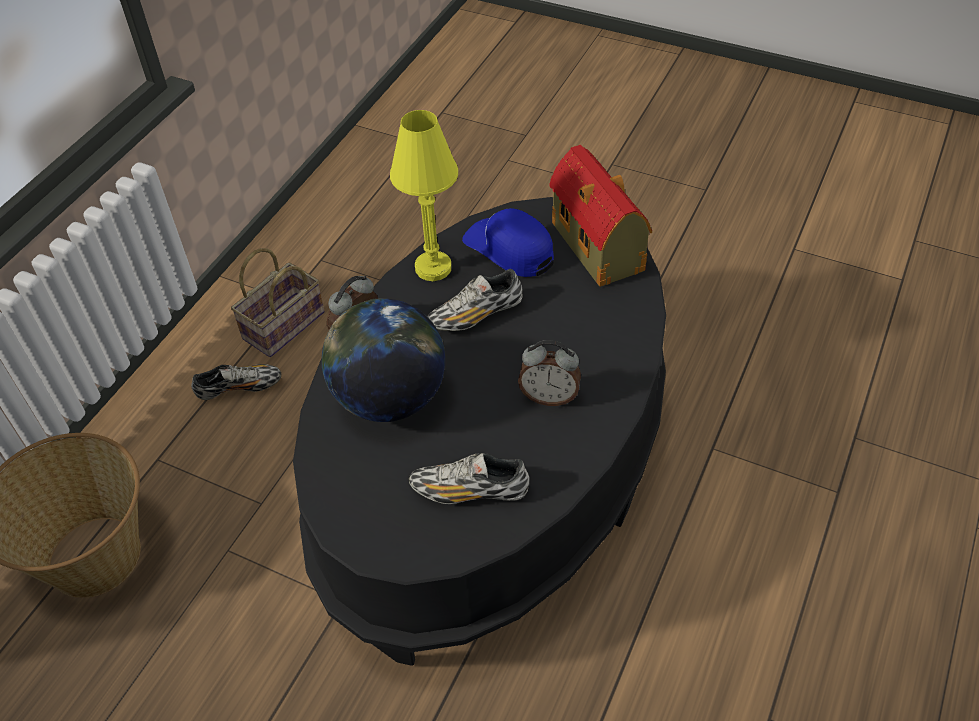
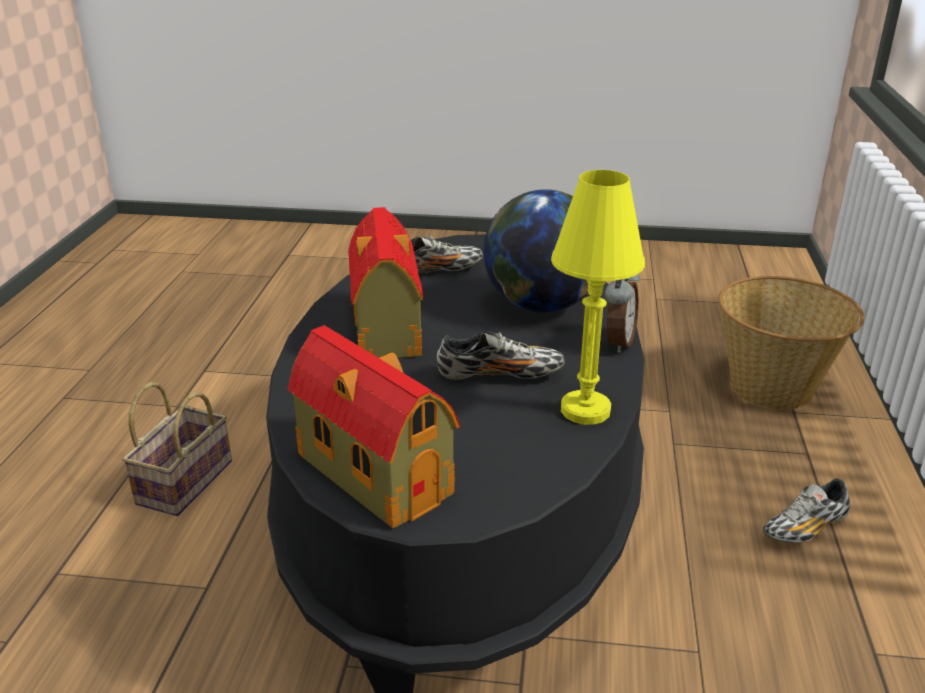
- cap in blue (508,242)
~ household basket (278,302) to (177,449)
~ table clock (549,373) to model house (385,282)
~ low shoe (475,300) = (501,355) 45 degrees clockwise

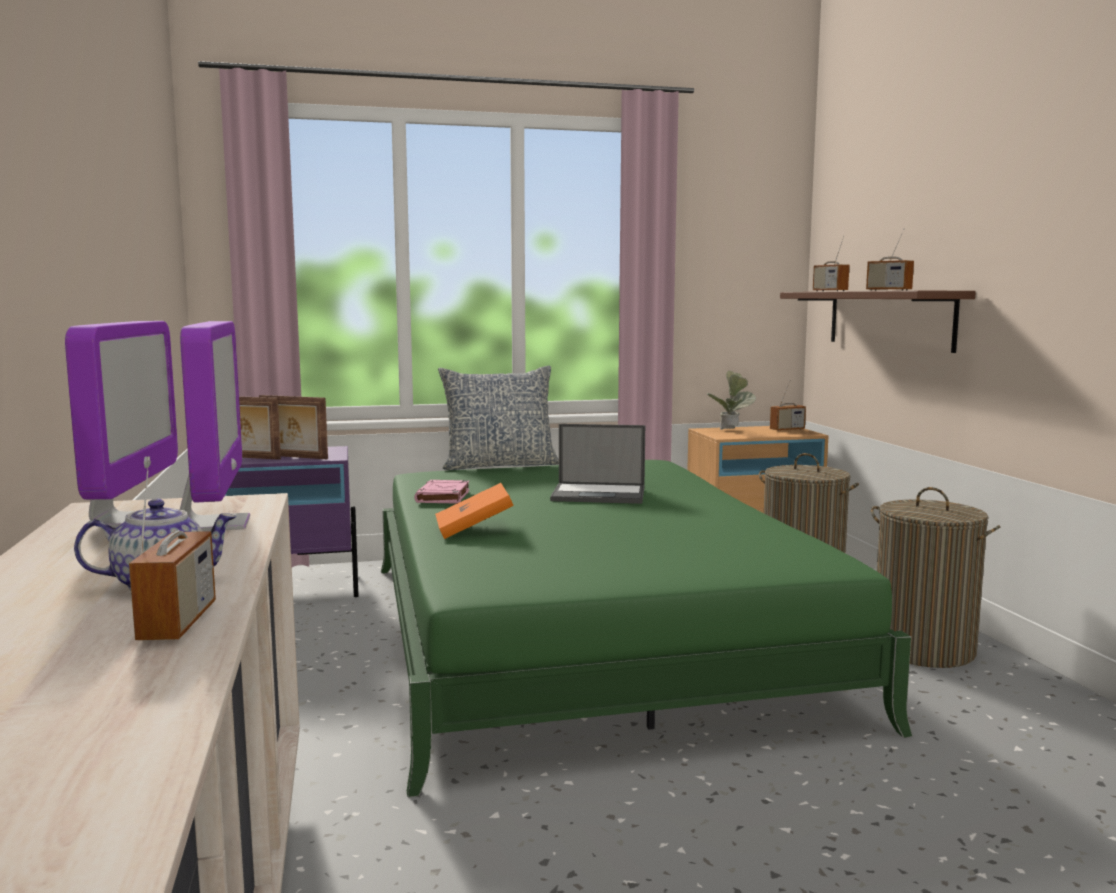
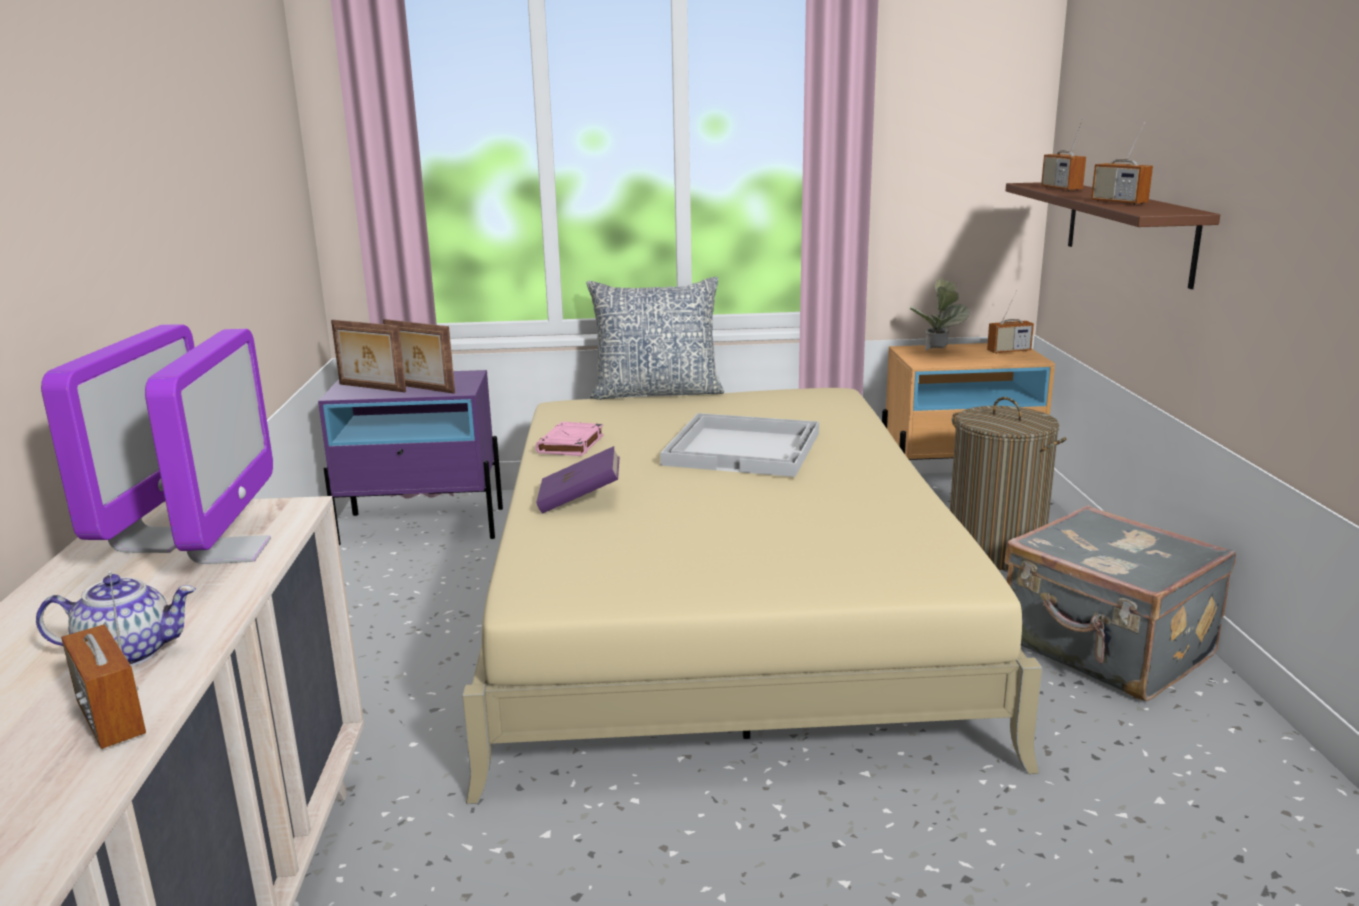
~ portable computer (597,464) to tray in whitish (739,445)
~ washing basket (935,577) to piece of luggage in grey (1120,603)
~ sleeping bed in green-coloured (647,628) to sleeping bed in sand-coloured (752,596)
~ volume in orangey (474,511) to volume in purplish (578,480)
~ radio receiver (172,548) = (103,660) 135 degrees clockwise

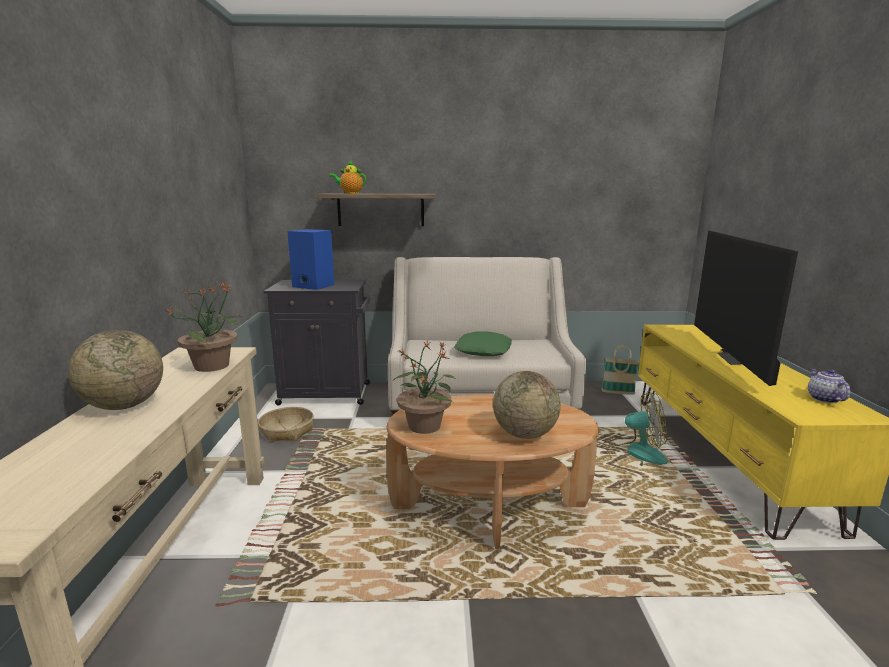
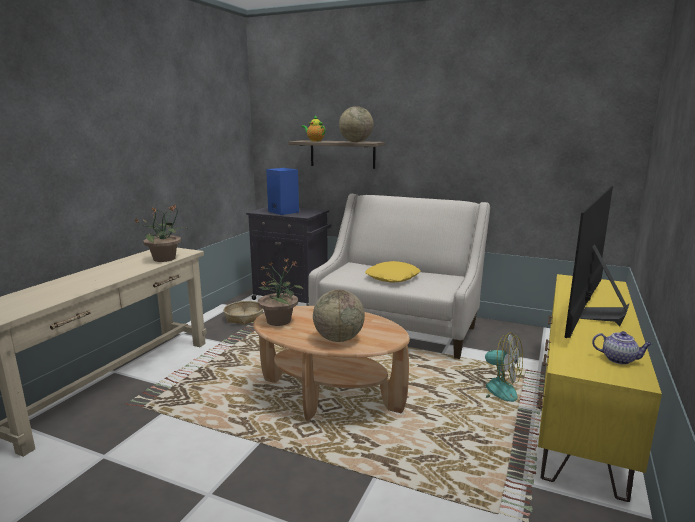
- household basket (620,370)
~ globe (115,370) to (356,124)
~ pillow in green-coloured (483,343) to pillow in yellowish (393,272)
~ teapot (829,386) = (622,348) 90 degrees clockwise

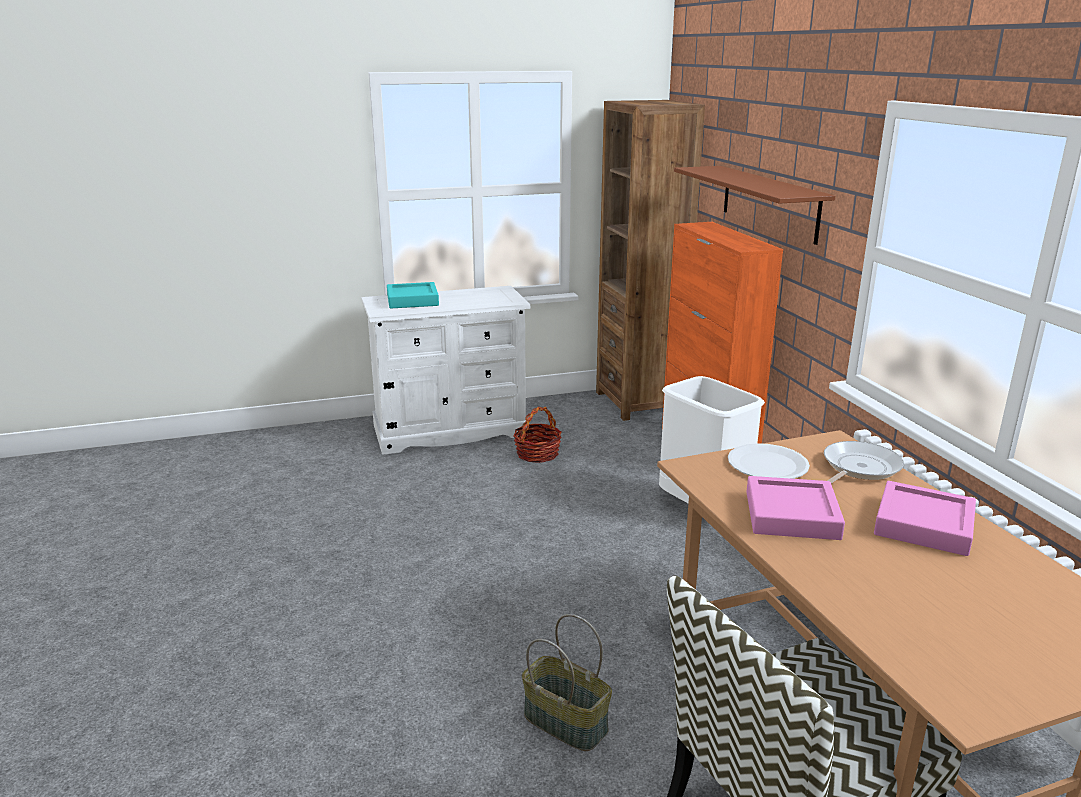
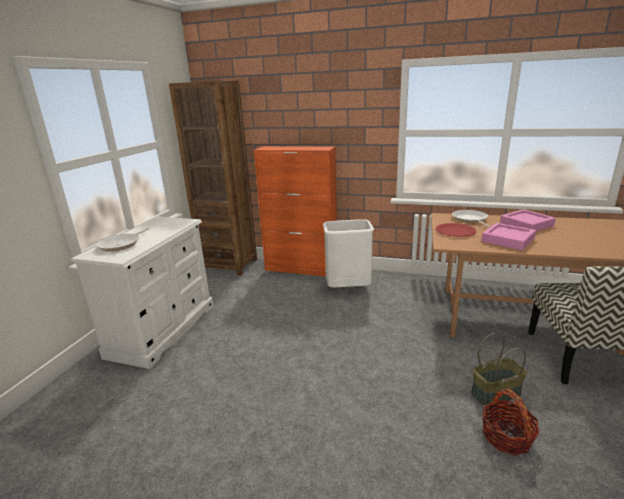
- shelf in brownish (754,205)
~ household basket (537,435) to (510,422)
~ tray in turquoise (413,295) to pan (122,240)
~ dinner plate in whitish (769,461) to dinner plate in red-coloured (456,230)

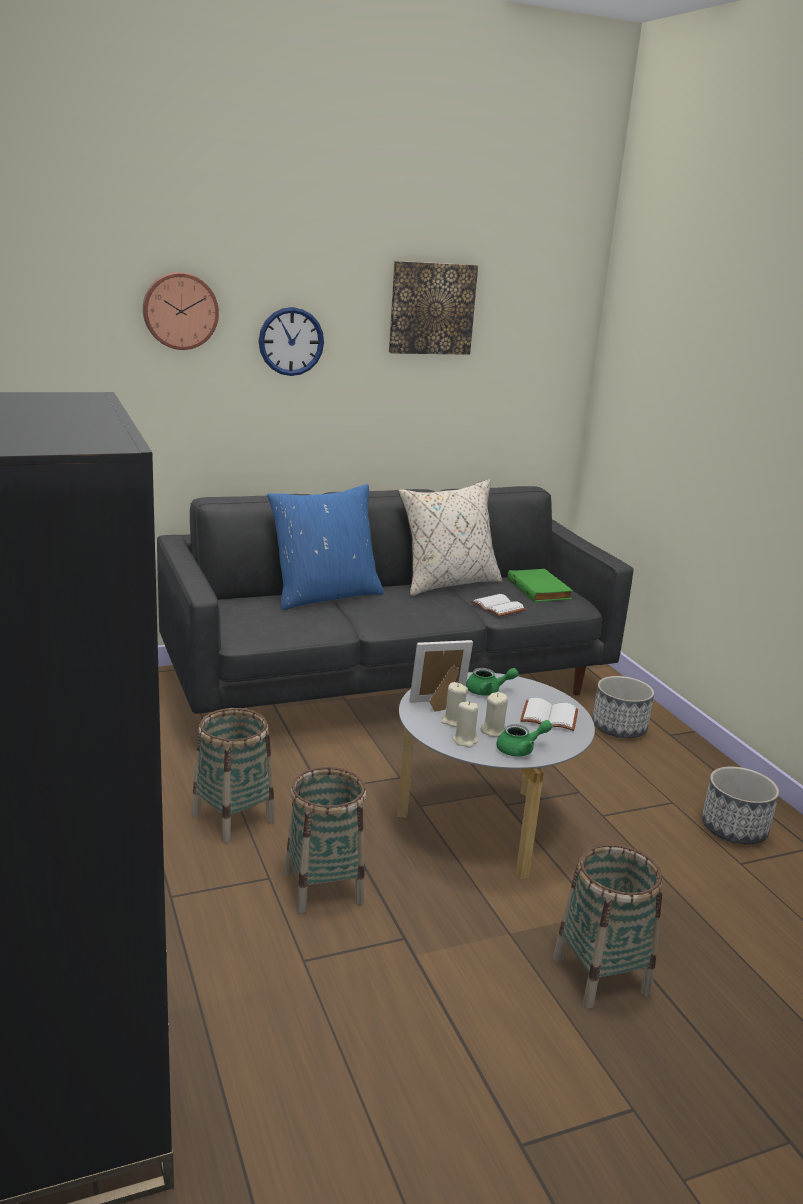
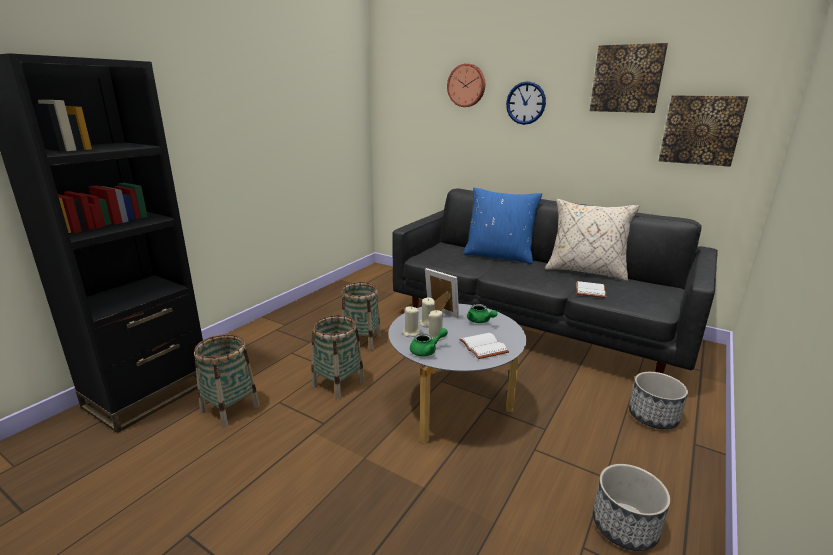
- volume in green-coloured (540,585)
+ wall picture (704,131)
~ household basket (608,926) to (227,381)
~ teapot in green-coloured (525,738) = (429,342) 60 degrees counterclockwise

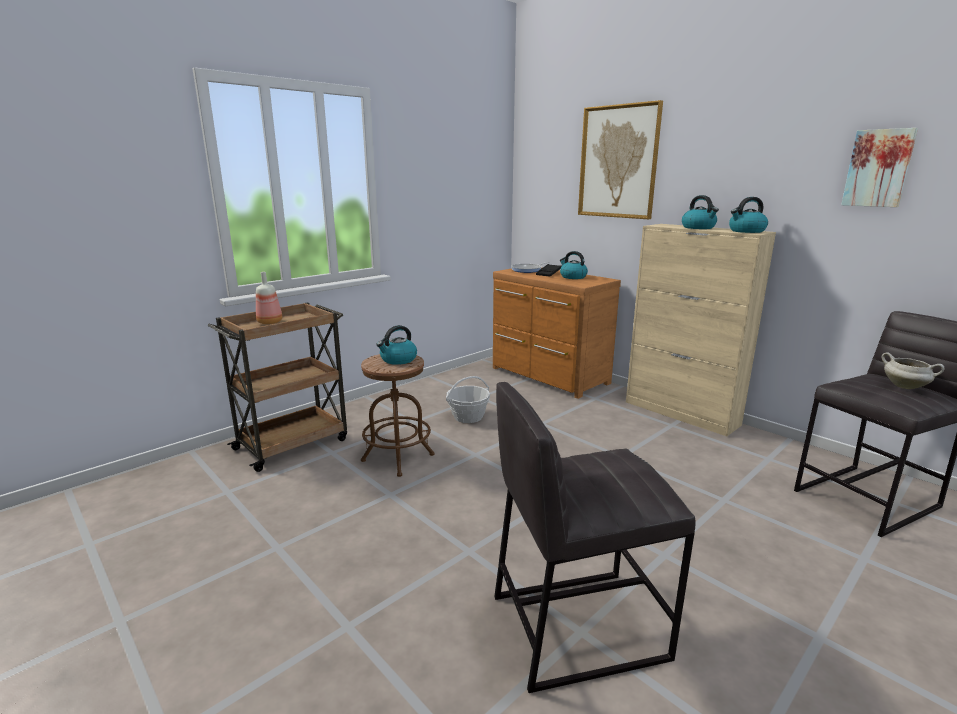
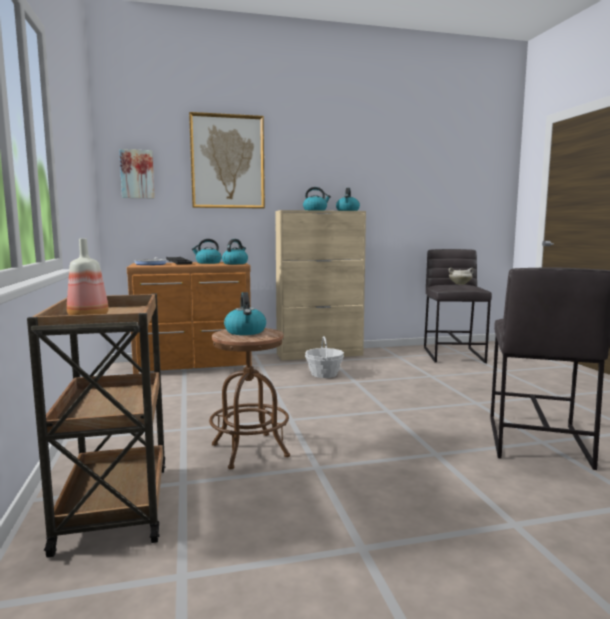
+ kettle (235,251)
~ household basket (468,399) to (324,357)
~ wall picture (879,167) to (137,173)

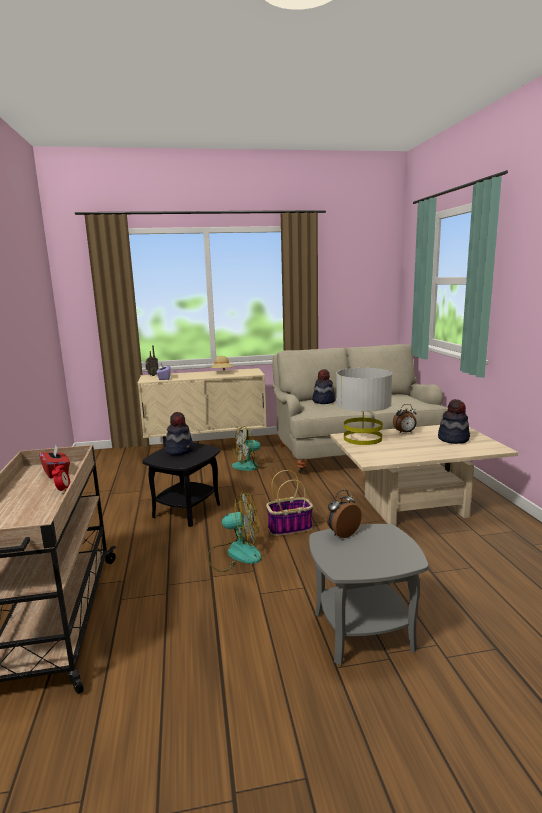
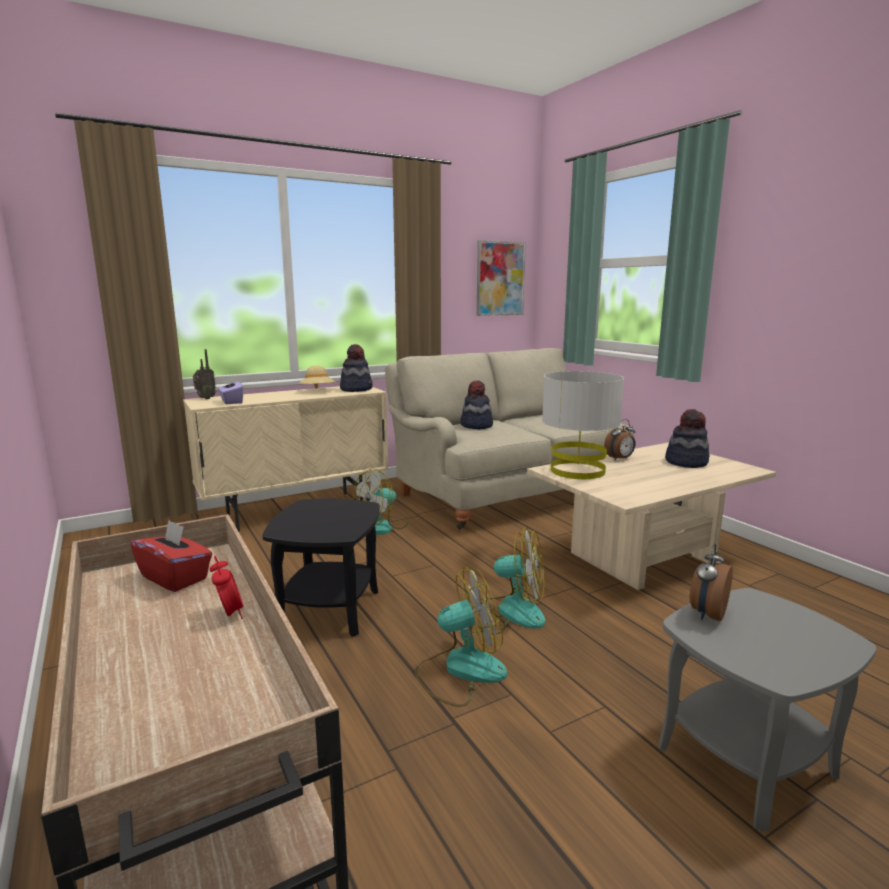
+ wall picture (501,278)
~ clothing hat (179,433) to (356,368)
~ household basket (289,503) to fan (509,581)

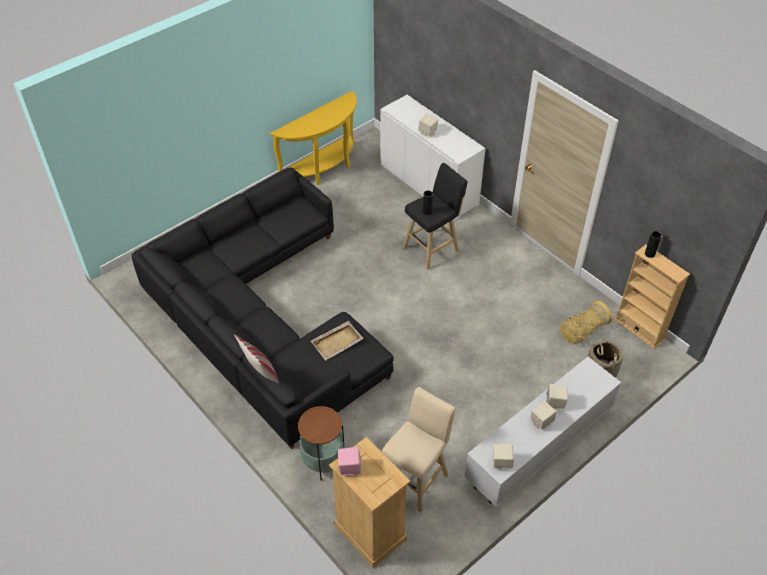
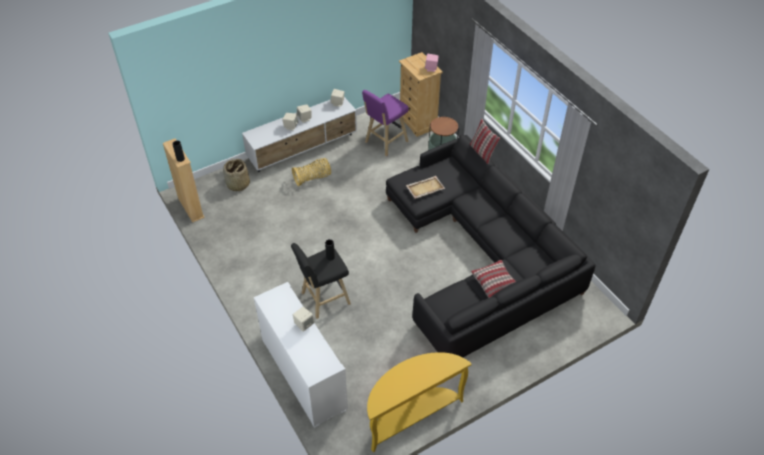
+ pillow (493,279)
~ household basket (586,322) to (311,172)
~ stool in sand-coloured (418,449) to stool in purplish (385,123)

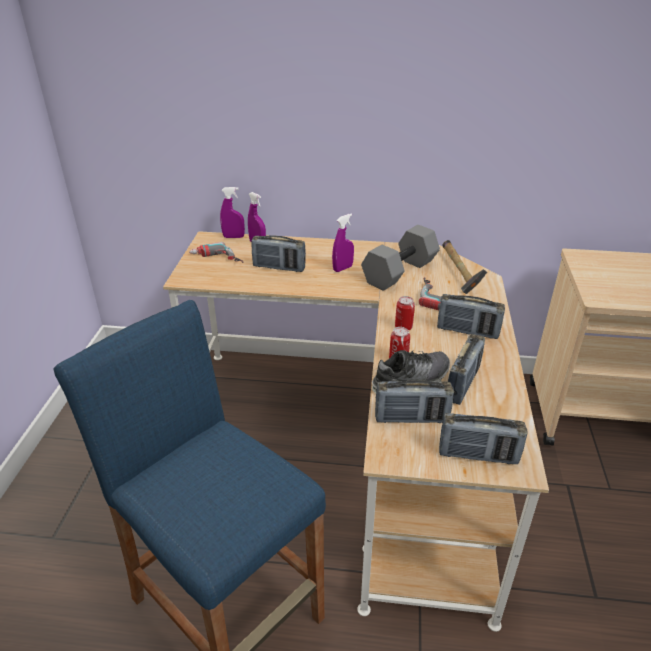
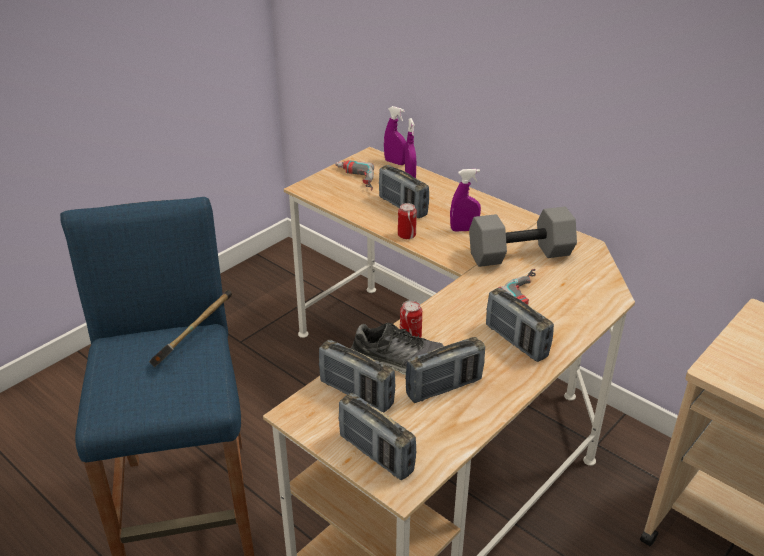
~ sealed can (405,313) to (407,221)
~ hand hammer (464,267) to (190,328)

